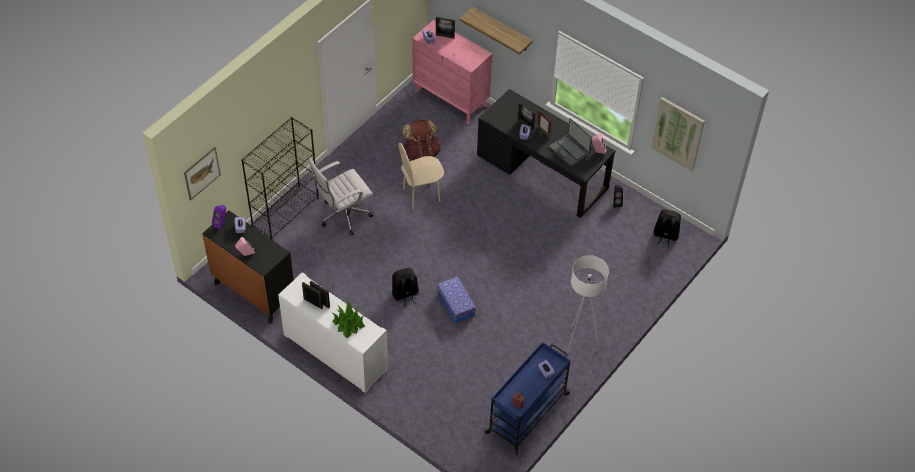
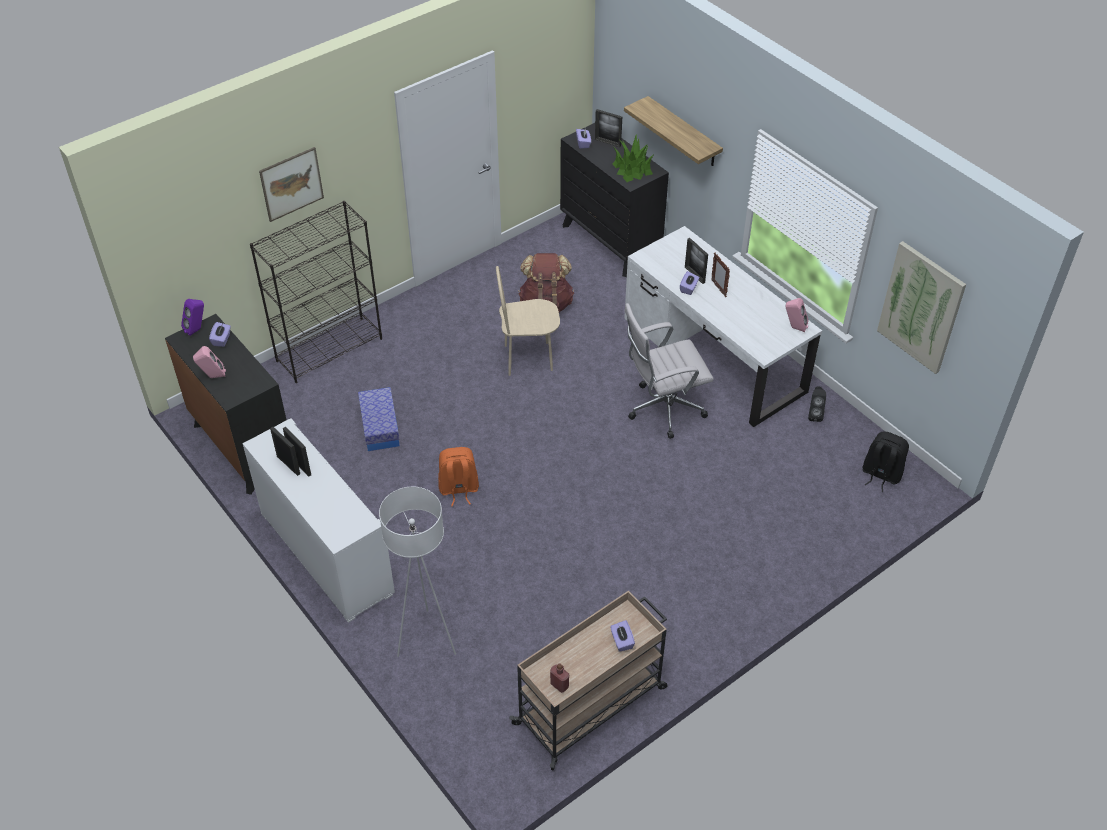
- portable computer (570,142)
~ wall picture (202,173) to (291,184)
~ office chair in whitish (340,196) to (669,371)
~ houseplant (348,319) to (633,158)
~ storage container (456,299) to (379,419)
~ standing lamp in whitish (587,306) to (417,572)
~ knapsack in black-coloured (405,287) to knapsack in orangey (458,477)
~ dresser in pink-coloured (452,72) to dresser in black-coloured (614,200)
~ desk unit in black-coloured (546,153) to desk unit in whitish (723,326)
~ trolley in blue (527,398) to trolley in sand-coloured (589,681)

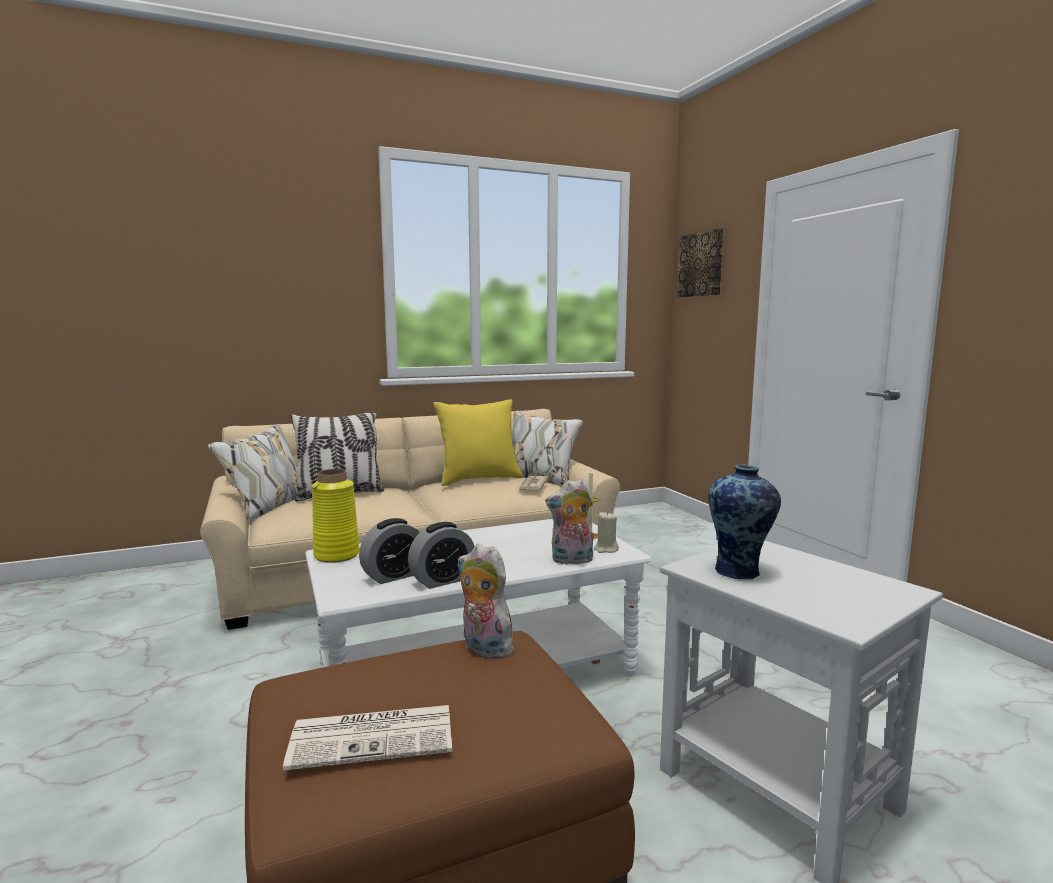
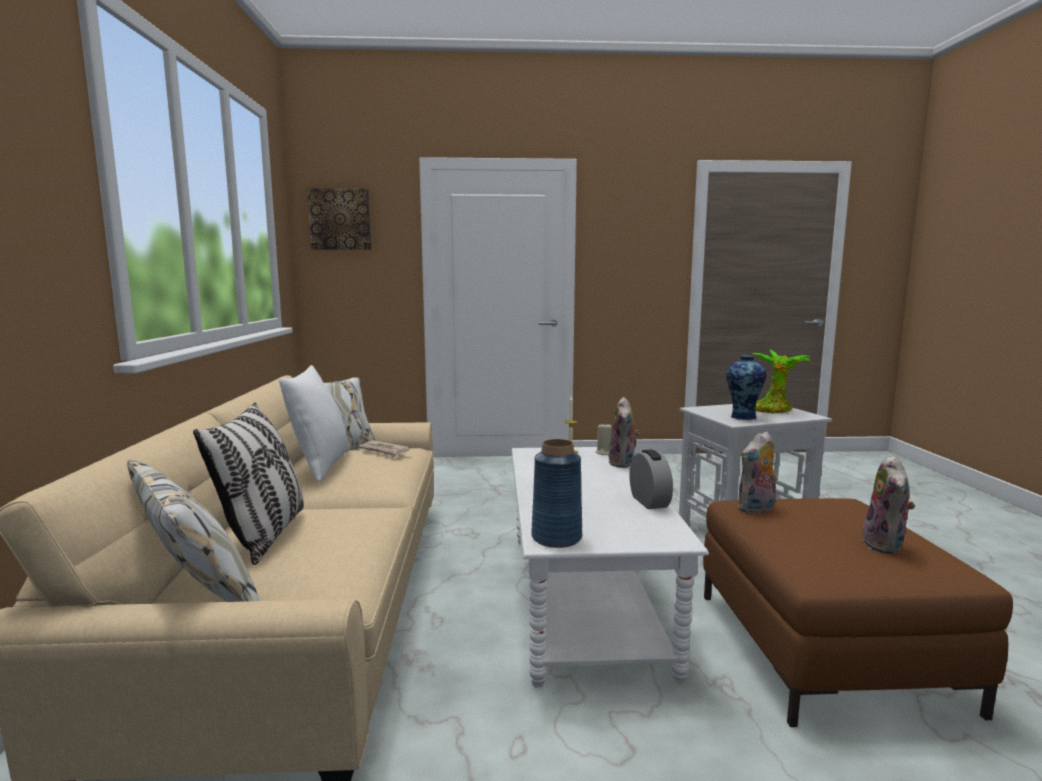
- table clock (389,551)
+ houseplant (781,381)
~ newspaper (367,737) to plush toy (888,504)
~ flower vase in yellowish (336,516) to flower vase in blue (556,493)
~ pillow in yellowish (478,442) to pillow in whitish (314,423)

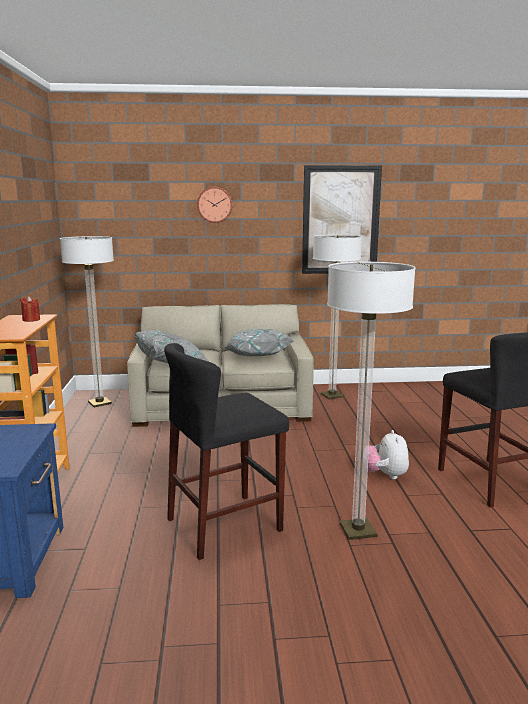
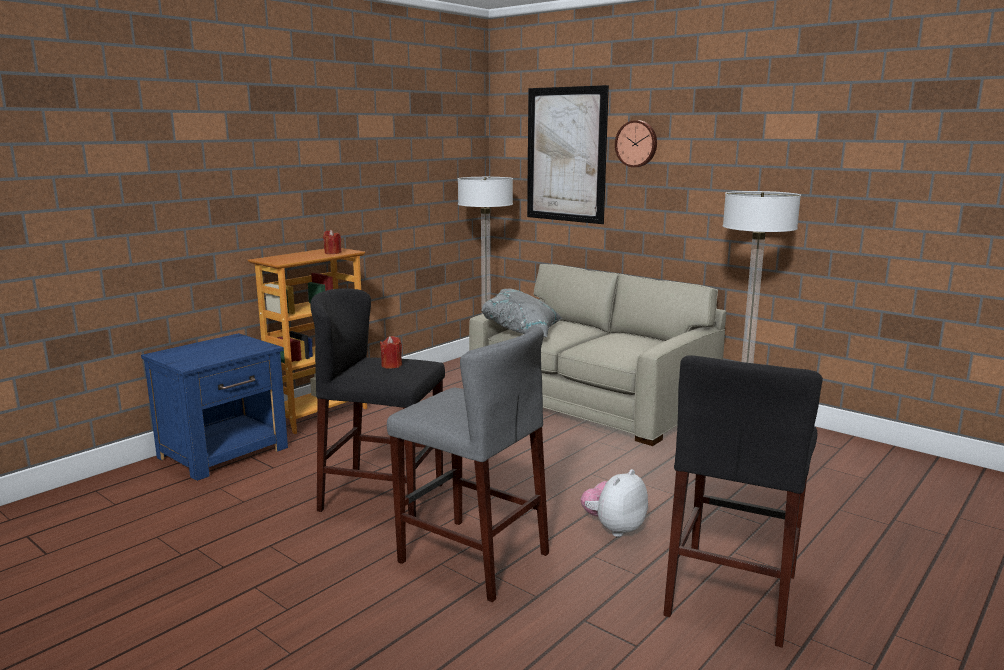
- pillow in grey (259,342)
+ wax candle in red-coloured (391,352)
~ wall picture (342,219) to (568,154)
~ standing lamp (371,401) to stool in grey (468,464)

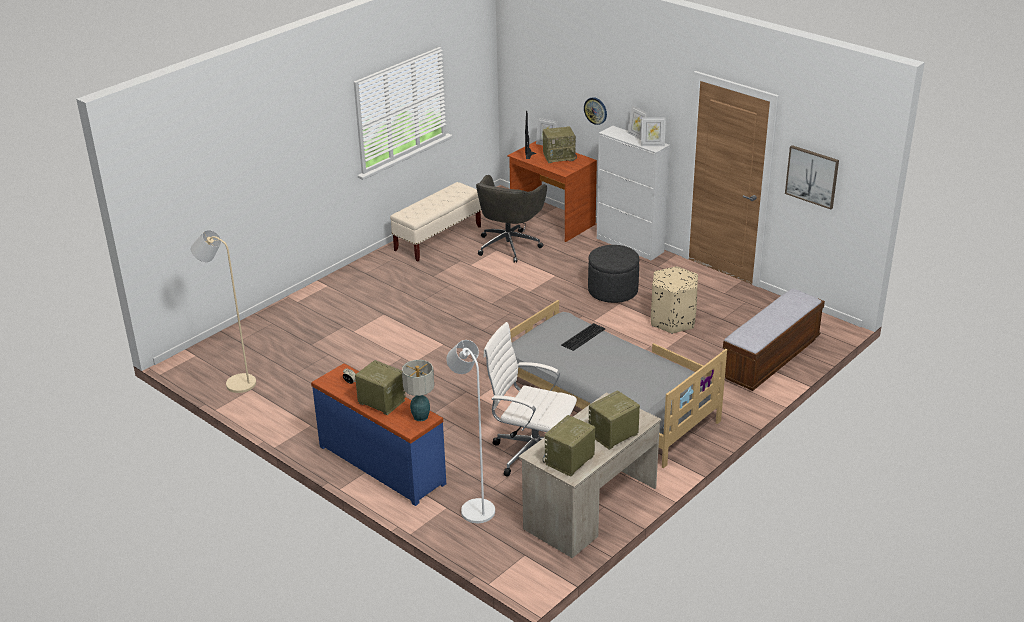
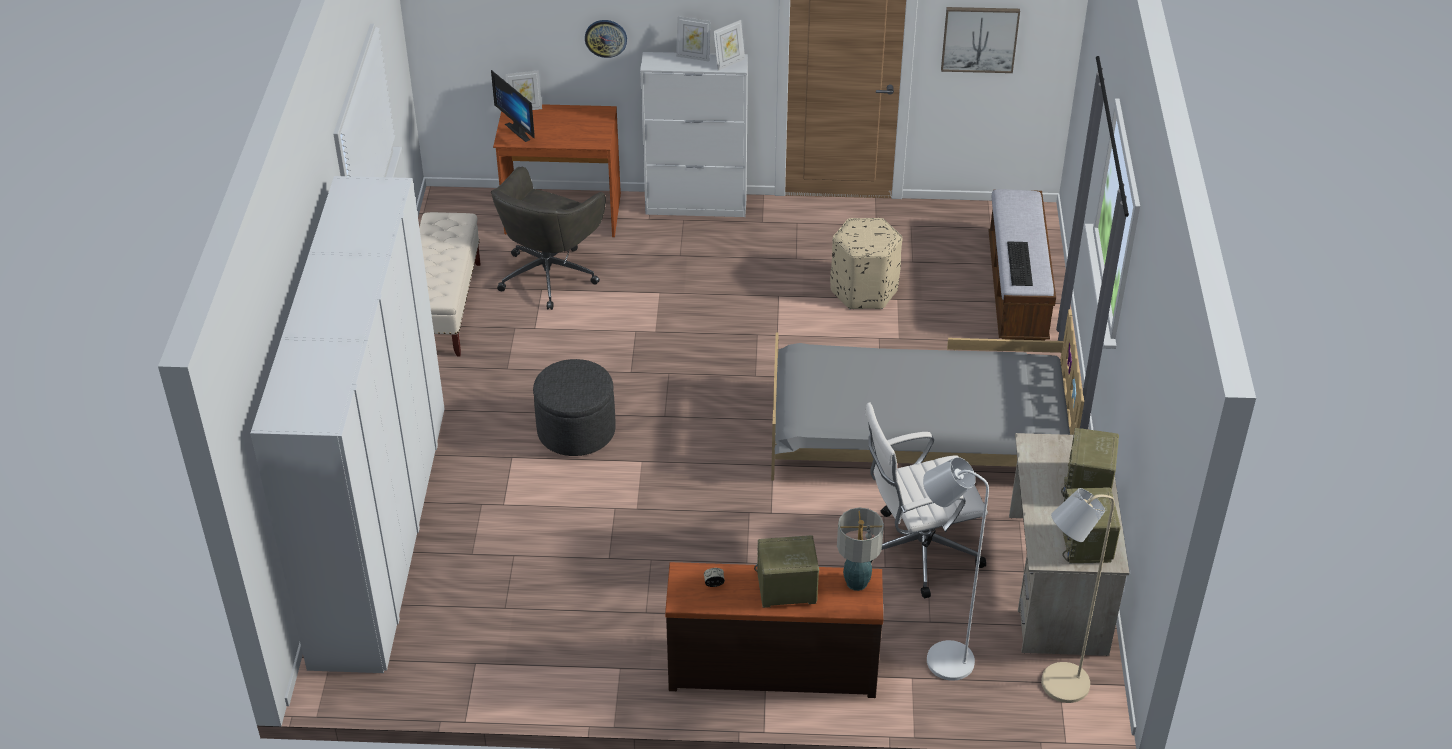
- radio receiver (560,144)
+ clothes cupboard in whitish (347,424)
~ standing lamp in sand-coloured (223,311) to (1077,595)
~ computer keyboard (584,337) to (1020,263)
~ pouffe in grey (613,274) to (574,407)
~ dresser in blue (378,434) to dresser in brownish (774,630)
~ office chair in grey (511,219) = (548,238) 45 degrees clockwise

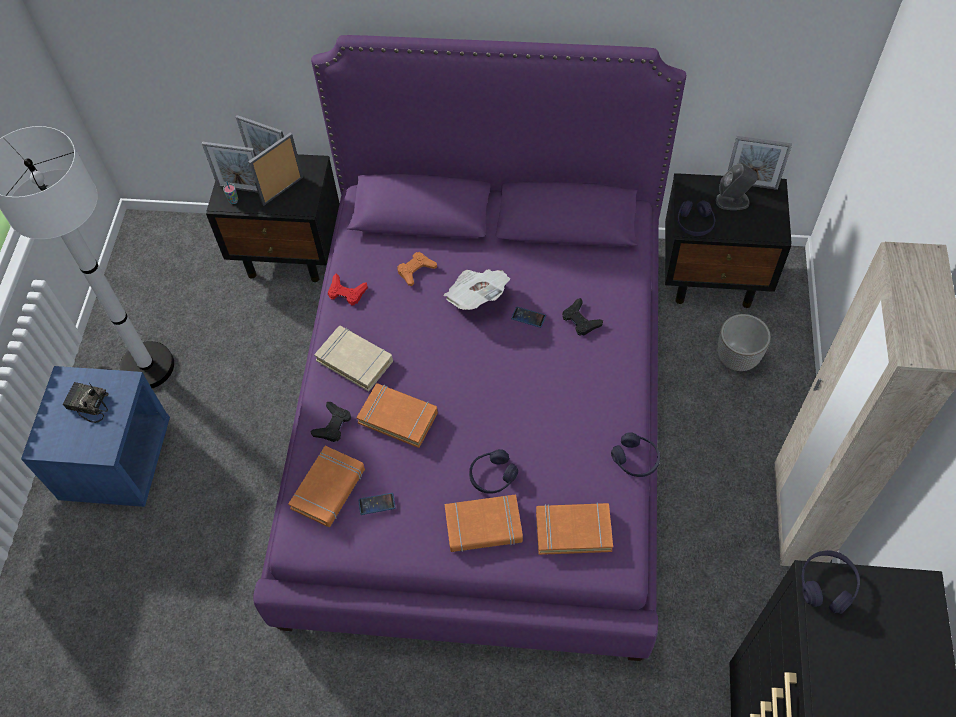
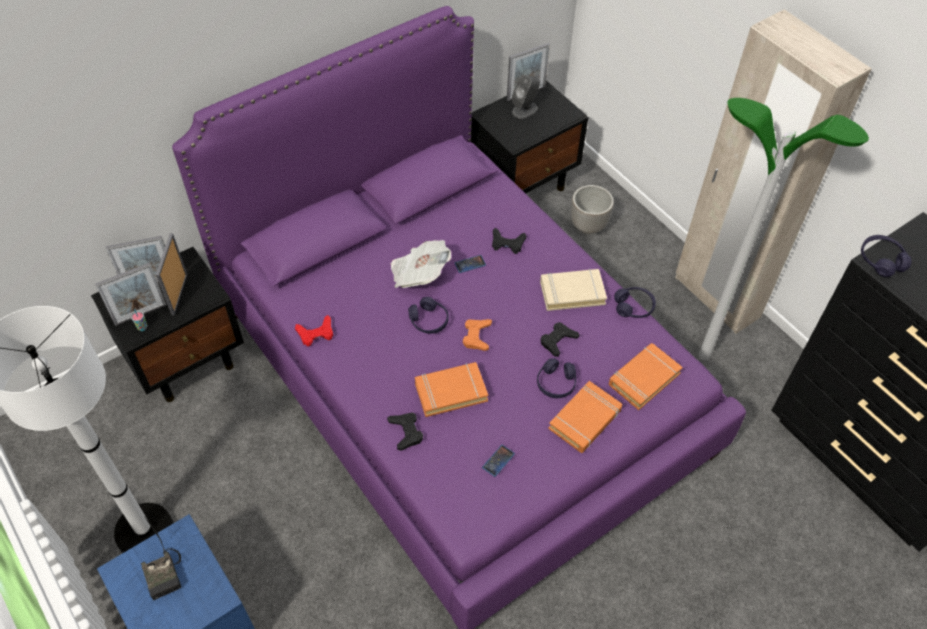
- volume in orangey (326,486)
+ game controller in black-coloured (560,339)
+ standing lamp (784,229)
~ volume in sand-coloured (353,359) to (573,290)
~ game controller in orangey (417,269) to (477,335)
~ headset in purplish (697,218) to (428,315)
~ radio receiver (85,402) = (161,558) 90 degrees counterclockwise

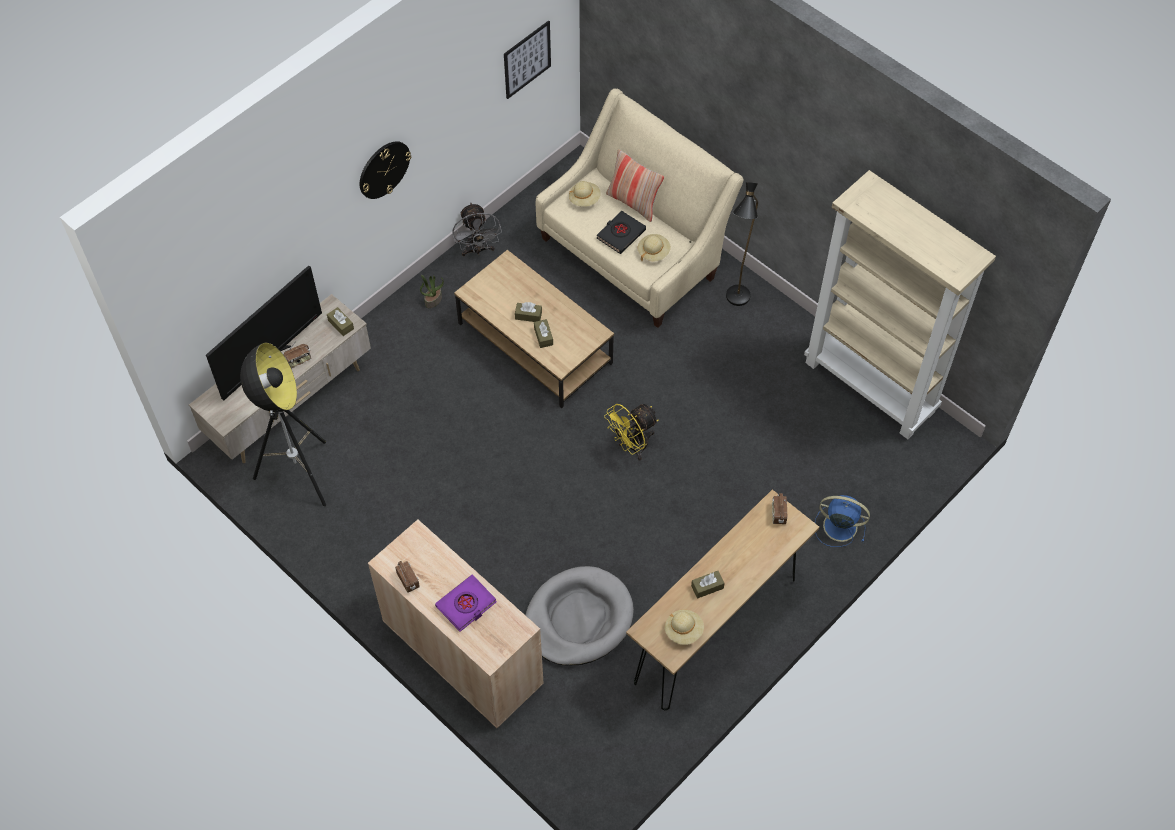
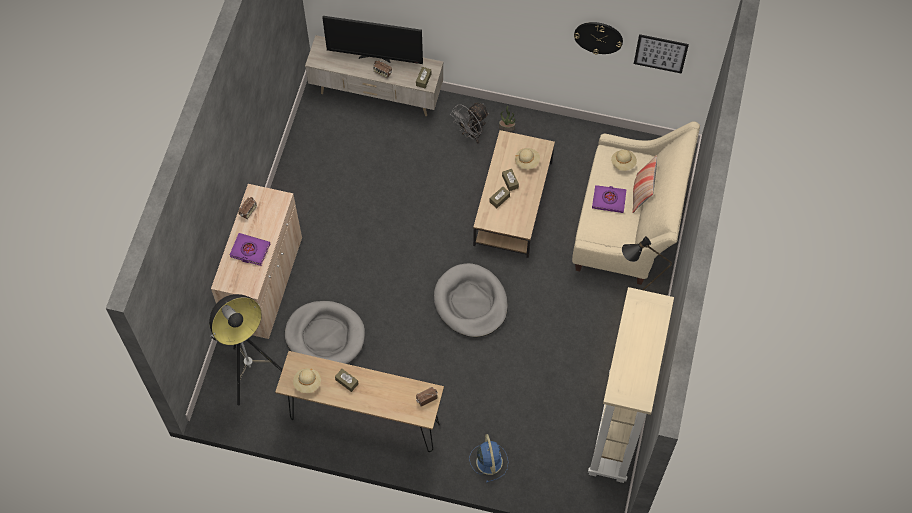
~ standing lamp (283,424) to (245,349)
~ wall clock (385,170) to (598,38)
~ fan in grey (477,229) to (469,122)
~ clothing hat in sand-coloured (654,248) to (527,158)
~ fan in yellowish (631,432) to dog bed in grey (471,300)
~ volume in black-coloured (621,232) to volume in purplish (609,199)

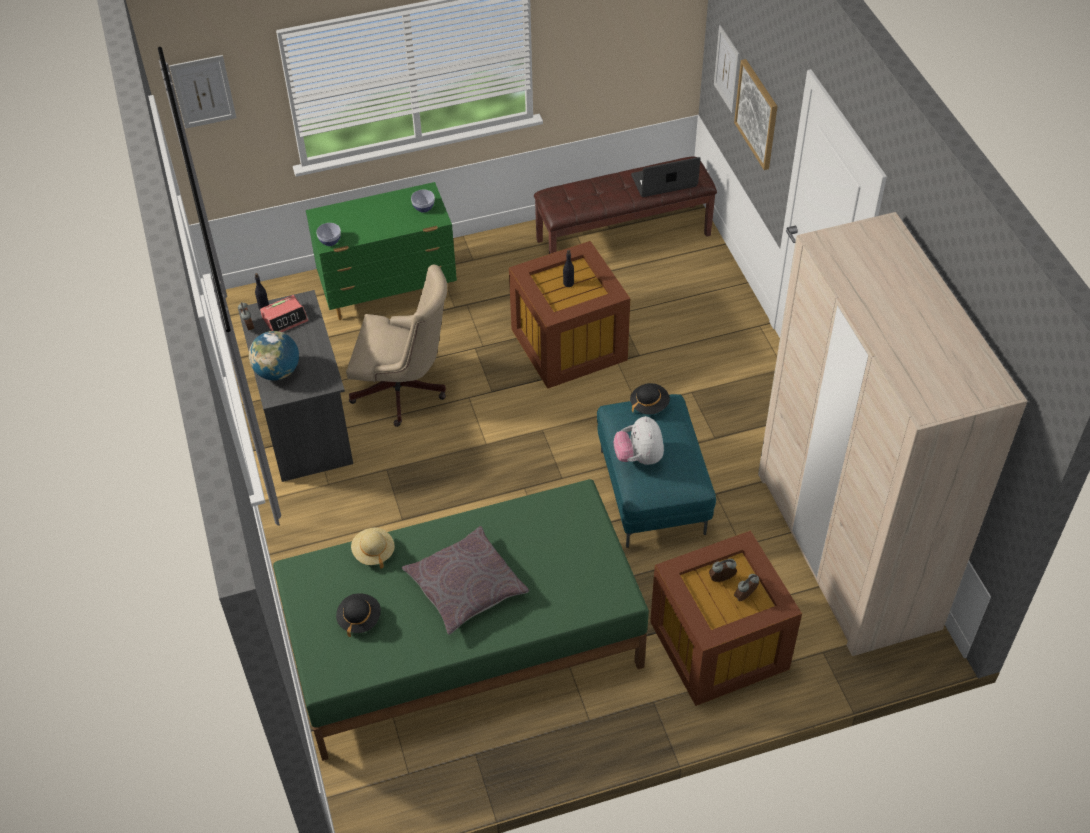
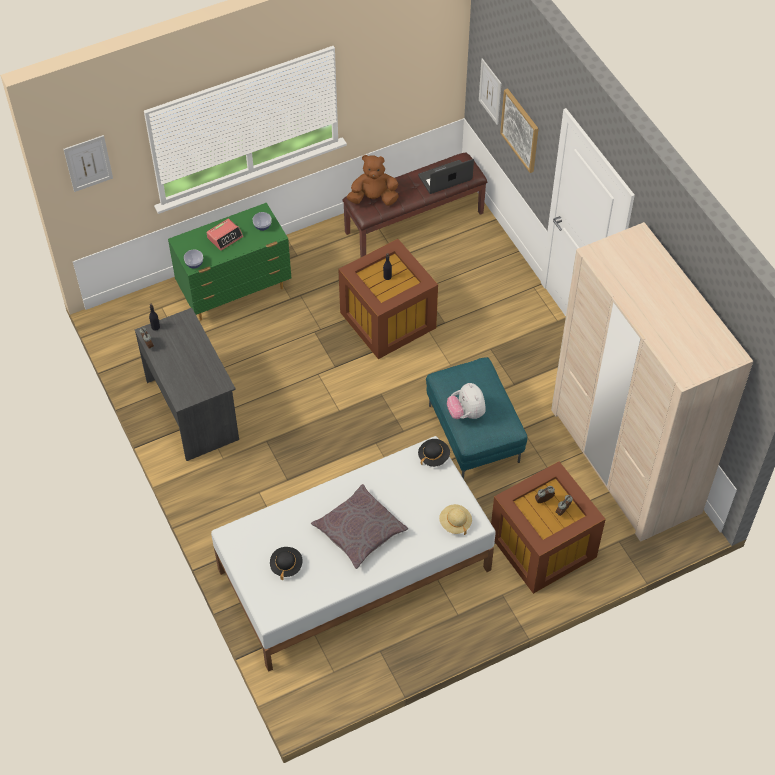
- globe (274,355)
- office chair in sand-coloured (396,346)
+ plush toy in brownish (373,180)
~ table clock (284,313) to (224,234)
~ clothing hat in sand-coloured (373,548) to (455,519)
~ clothing hat in black-coloured (650,399) to (434,453)
~ sleeping bed in green-coloured (461,620) to sleeping bed in whitish (353,554)

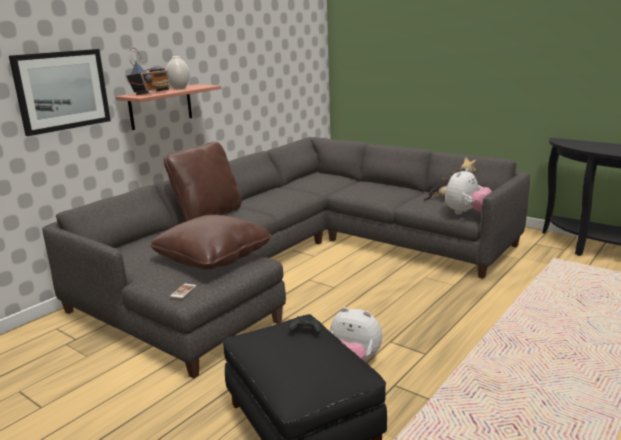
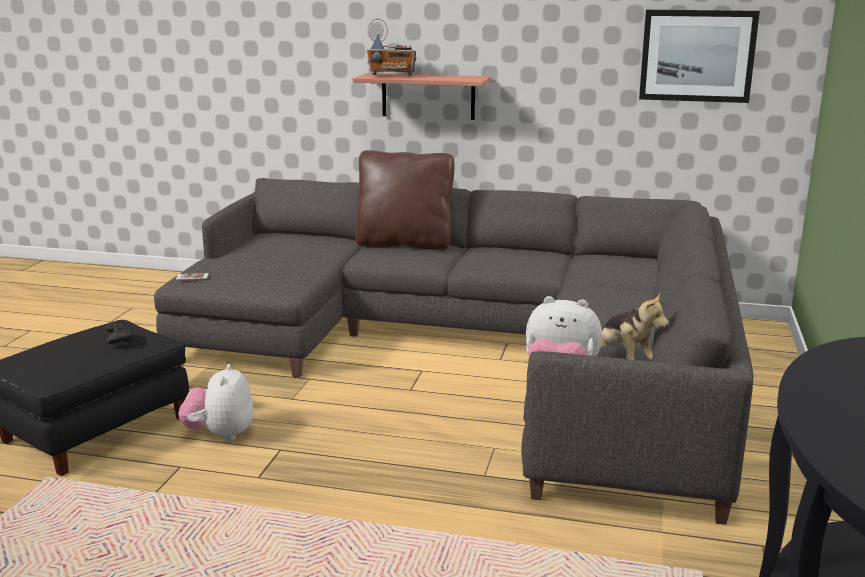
- pillow in brownish (210,242)
- flower vase in whitish (178,72)
~ wall picture (60,92) to (699,56)

